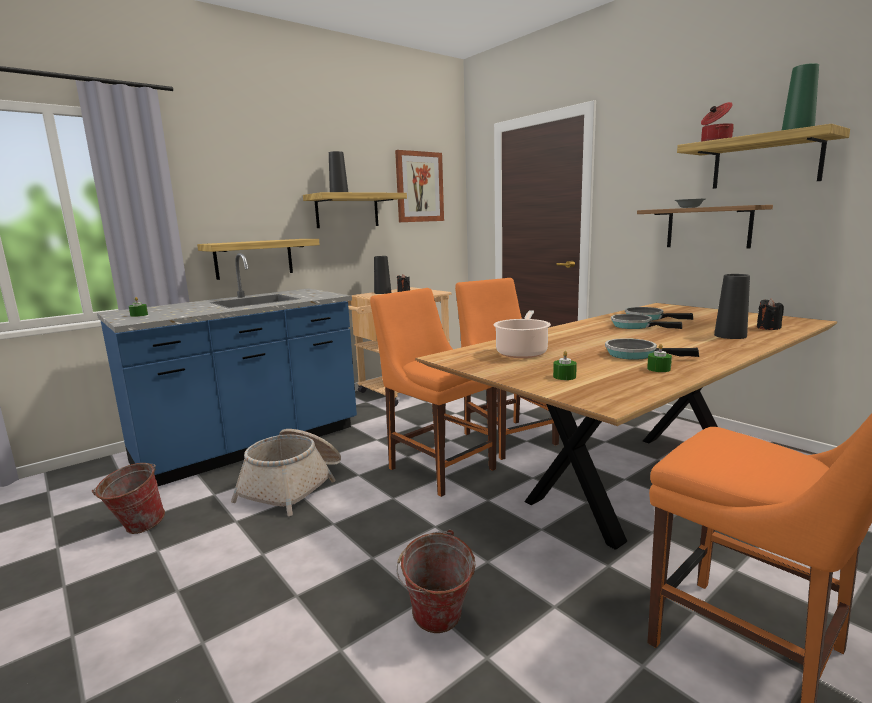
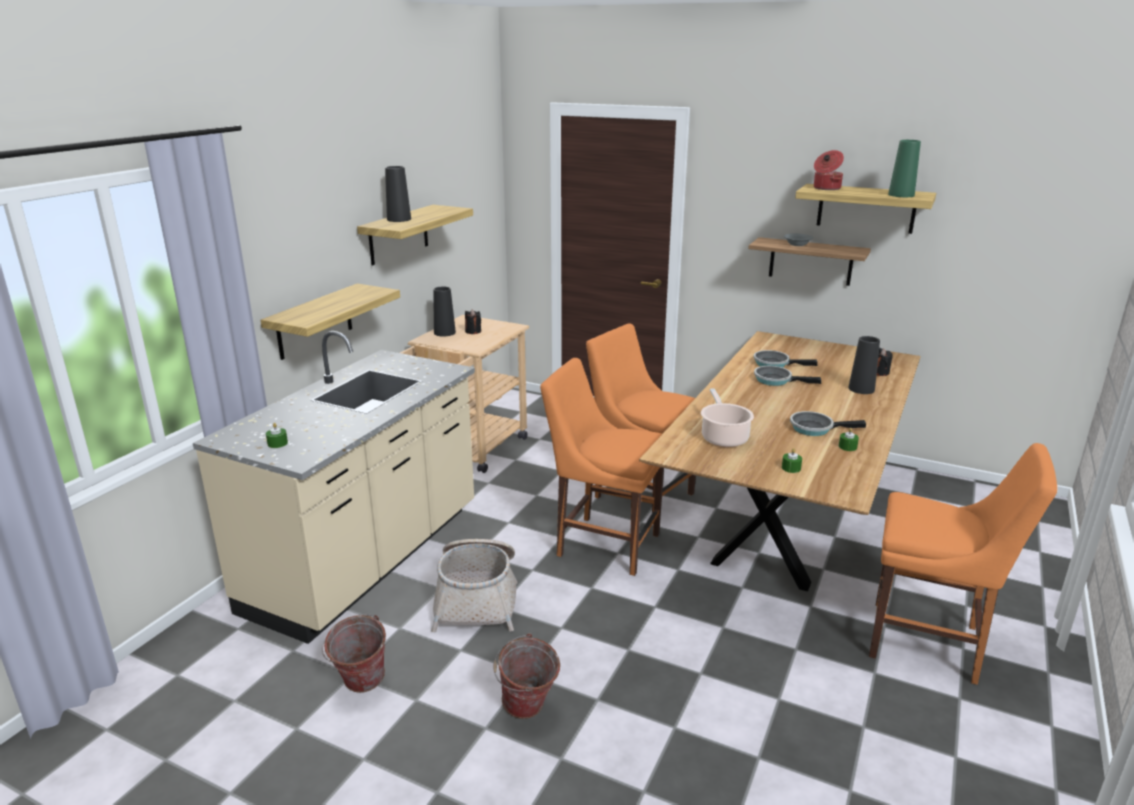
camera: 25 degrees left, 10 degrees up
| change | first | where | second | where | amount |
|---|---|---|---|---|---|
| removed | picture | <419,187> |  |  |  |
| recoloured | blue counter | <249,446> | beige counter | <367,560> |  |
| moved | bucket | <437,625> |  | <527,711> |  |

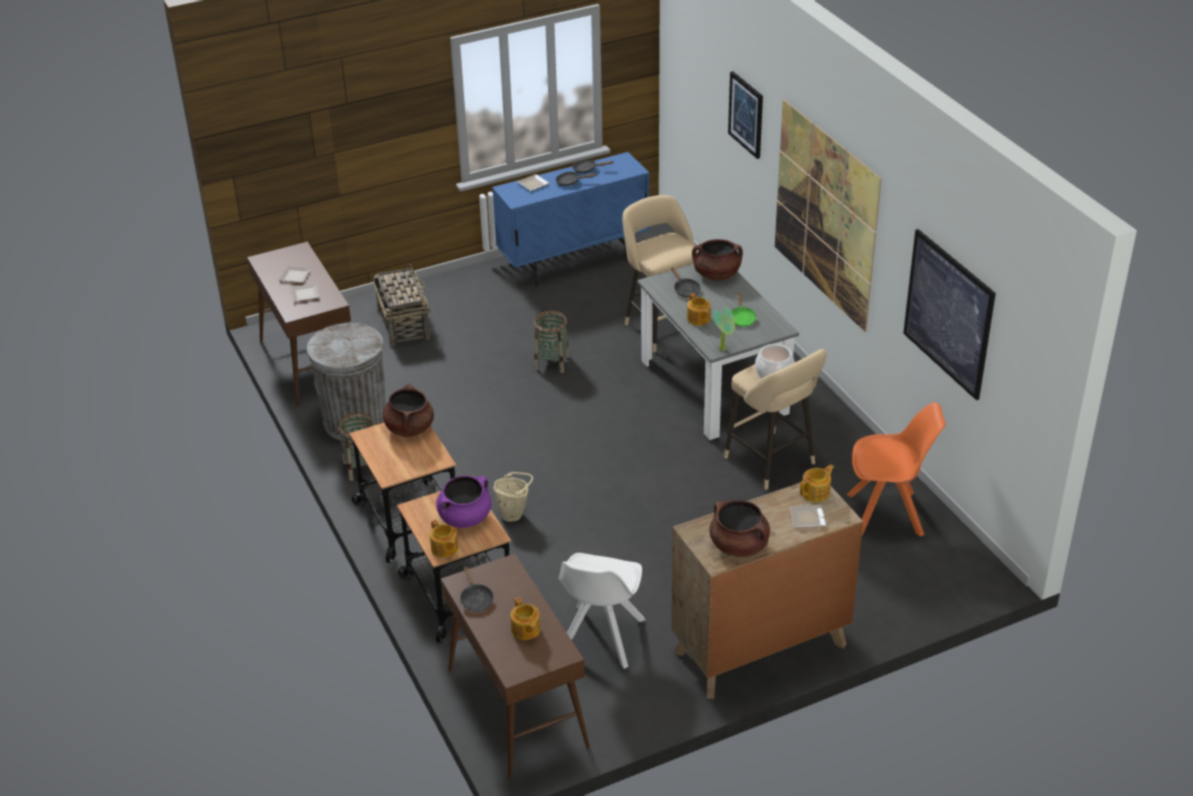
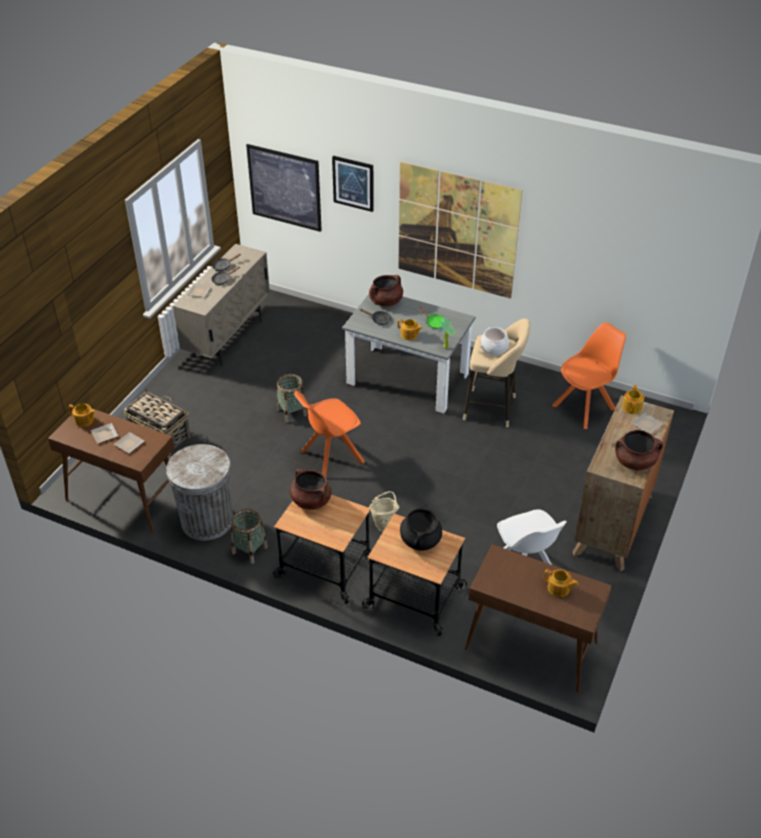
camera: 40 degrees left, 5 degrees up
| change | first | where | second | where | amount |
|---|---|---|---|---|---|
| recoloured | blue cabinet | <574,263> | beige cabinet | <228,339> |  |
| removed | beige stool | <662,326> |  |  |  |
| moved | picture | <948,313> |  | <284,187> |  |
| recoloured | purple cooking pot | <465,517> | black cooking pot | <420,540> |  |
| moved | teapot | <444,549> |  | <84,420> |  |
| removed | black frying pan | <475,599> |  |  |  |
| added |  |  | orange chair | <330,457> |  |

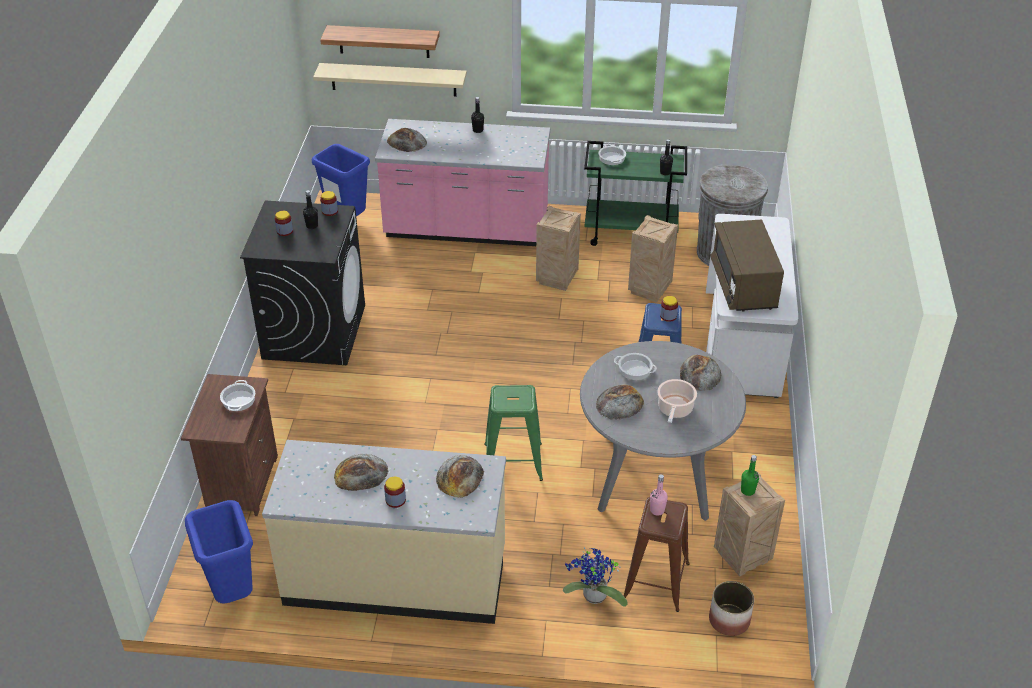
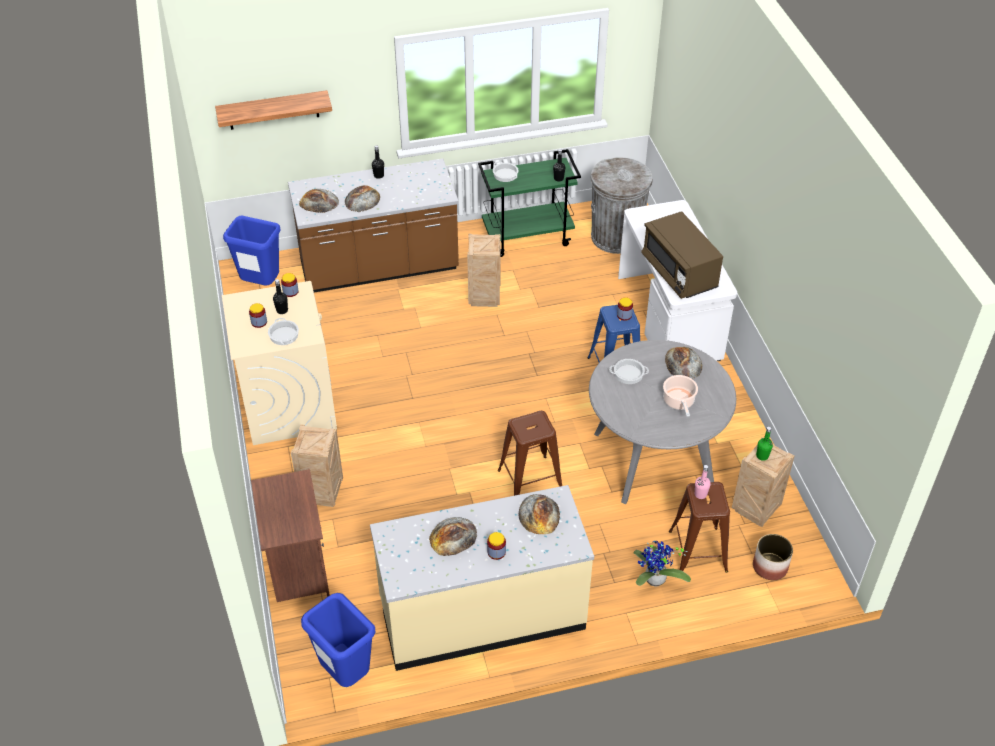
camera: 20 degrees left, 5 degrees up
| change | first | where | second | where | amount |
|---|---|---|---|---|---|
| removed | beige shelf | <393,79> |  |  |  |
| recoloured | pink counter | <466,230> | brown counter | <379,268> |  |
| recoloured | black washing machine | <314,331> | beige washing machine | <288,404> |  |
| moved | crate | <649,289> |  | <321,492> |  |
| moved | cooking pot | <238,400> |  | <283,335> |  |
| moved | bread | <619,403> |  | <362,199> |  |
| recoloured | green stool | <513,462> | brown stool | <530,480> |  |

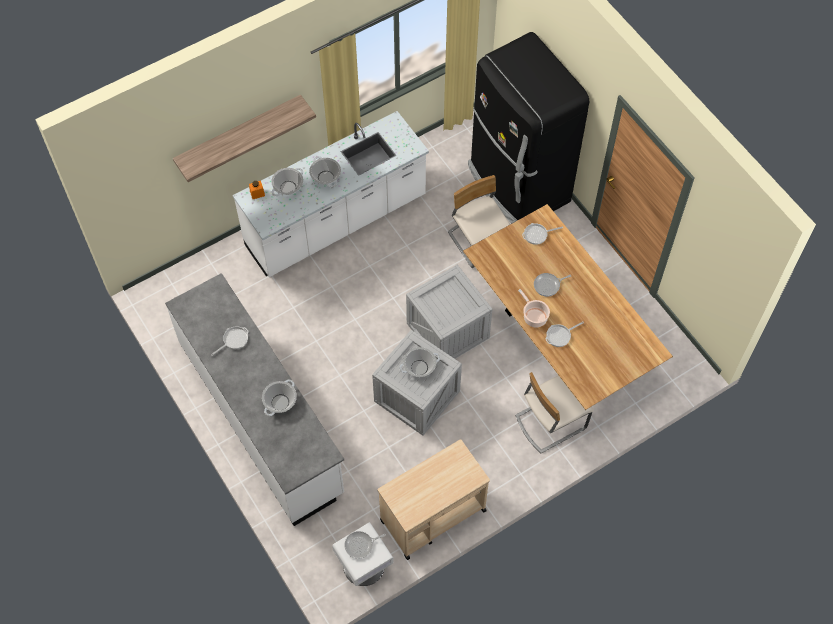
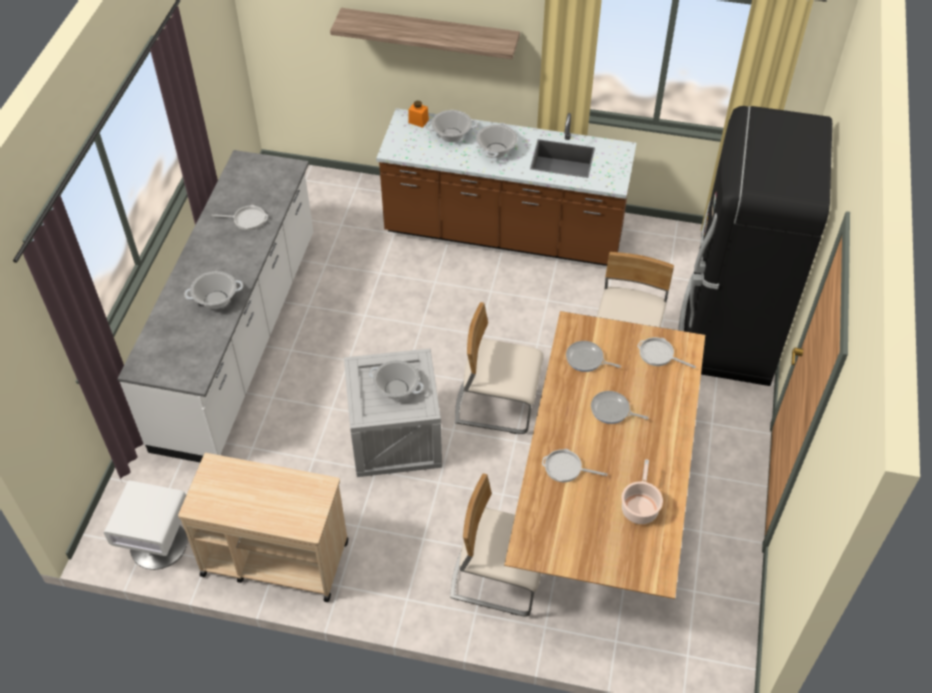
camera: 45 degrees right, 10 degrees down
| change | first | where | second | where | amount |
|---|---|---|---|---|---|
| recoloured | white counter | <336,223> | brown counter | <504,234> |  |
| replaced | crate | <447,330> | beige chair | <496,404> |  |
| moved | cooking pot | <534,316> |  | <639,507> |  |
| moved | frying pan | <360,545> |  | <586,359> |  |

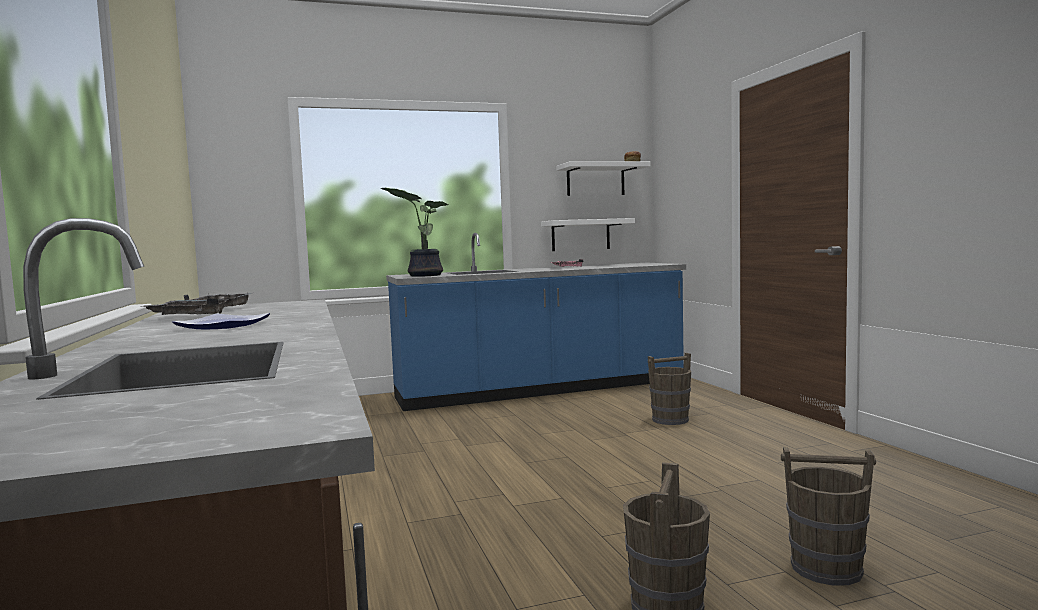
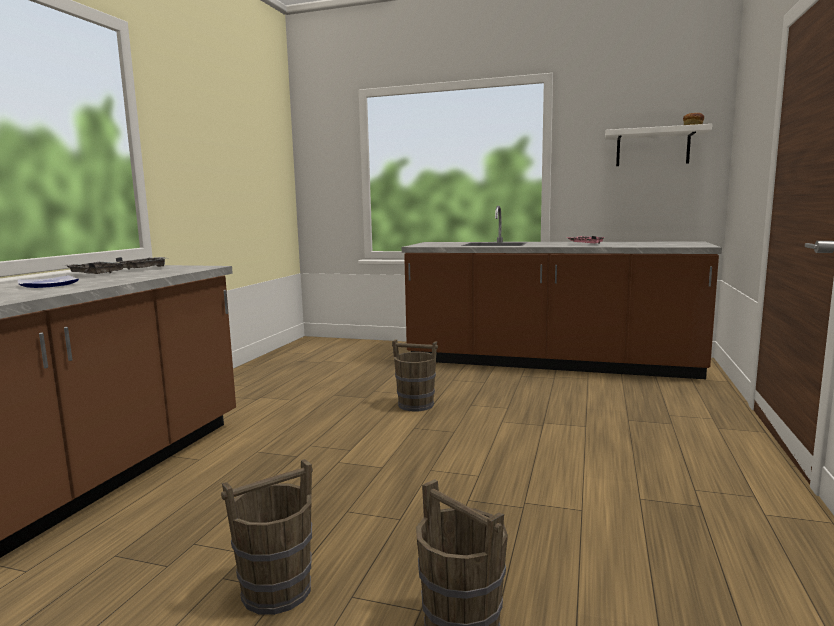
camera: 35 degrees right, 5 degrees up
| change | first | where | second | where | amount |
|---|---|---|---|---|---|
| removed | potted plant | <424,275> |  |  |  |
| removed | white shelf | <580,235> |  |  |  |
| recoloured | blue counter | <541,390> | brown counter | <549,363> |  |
| moved | brown bucket | <670,420> |  | <416,405> |  |

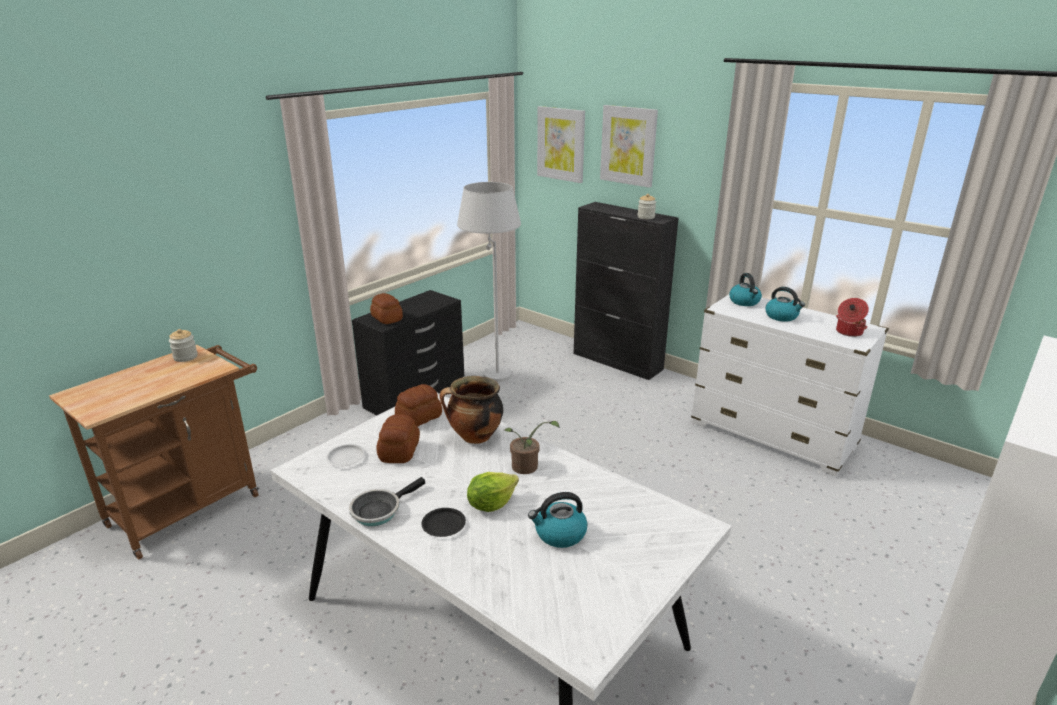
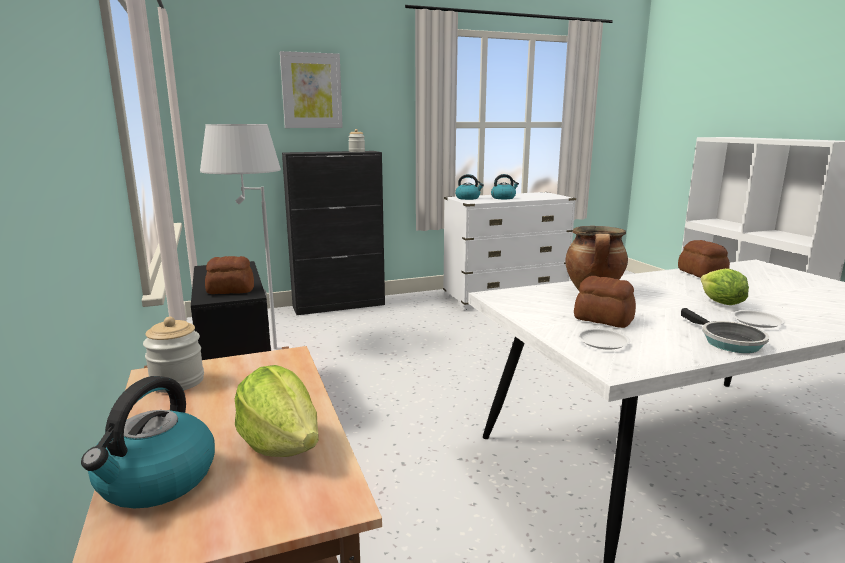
camera: 60 degrees left, 10 degrees down
| change | first | where | second | where | amount |
|---|---|---|---|---|---|
| removed | picture | <561,144> |  |  |  |
| removed | cooking pot | <848,332> |  |  |  |
| moved | bread | <419,418> |  | <702,274> |  |
| removed | potted plant | <527,468> |  |  |  |
| moved | kettle | <559,534> |  | <156,481> |  |
| recoloured | black plate | <444,525> | white plate | <757,322> |  |
| added |  |  | lettuce | <281,443> |  |

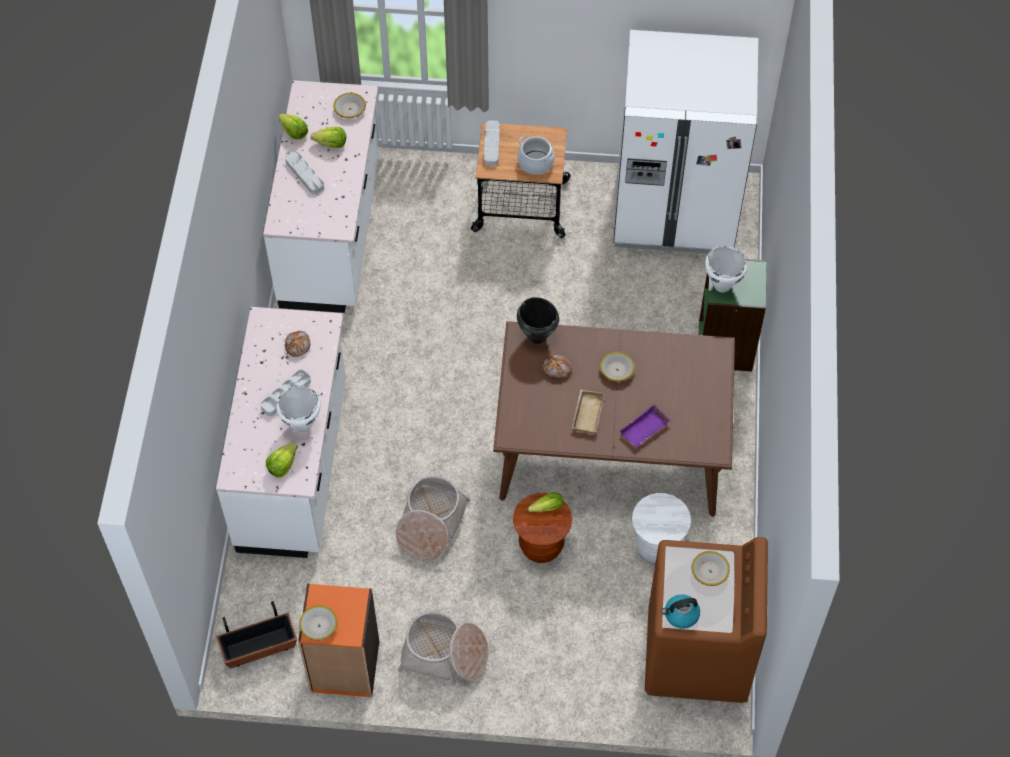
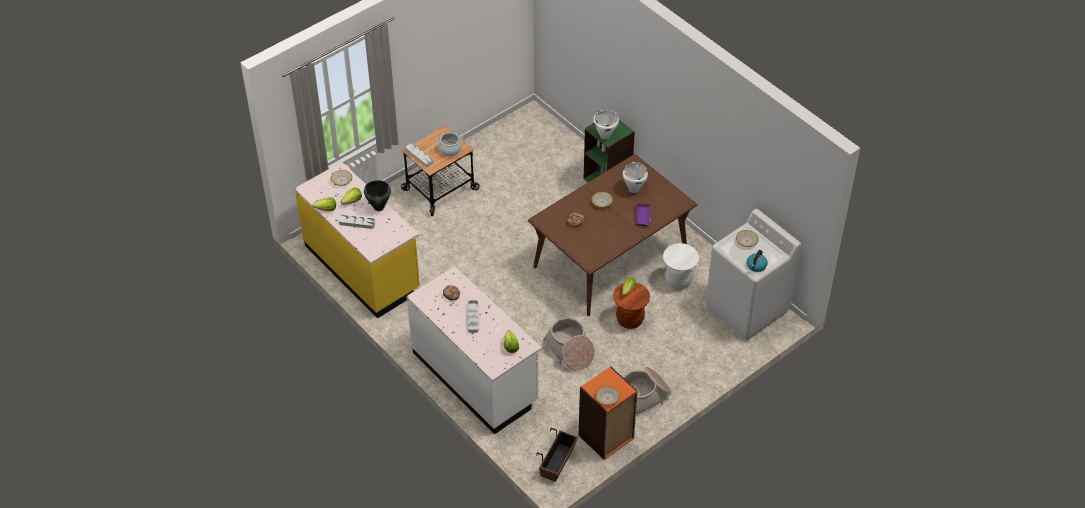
camera: 45 degrees left, 10 degrees down
| change | first | where | second | where | amount |
|---|---|---|---|---|---|
| removed | white fridge | <674,212> |  |  |  |
| recoloured | white counter | <332,235> | yellow counter | <363,267> |  |
| moved | black cooking pot | <537,336> |  | <378,207> |  |
| moved | white cooking pot | <301,425> |  | <634,189> |  |
| removed | beige tray | <586,413> |  |  |  |
| recoloured | brown washing machine | <697,655> | white washing machine | <747,309> |  |

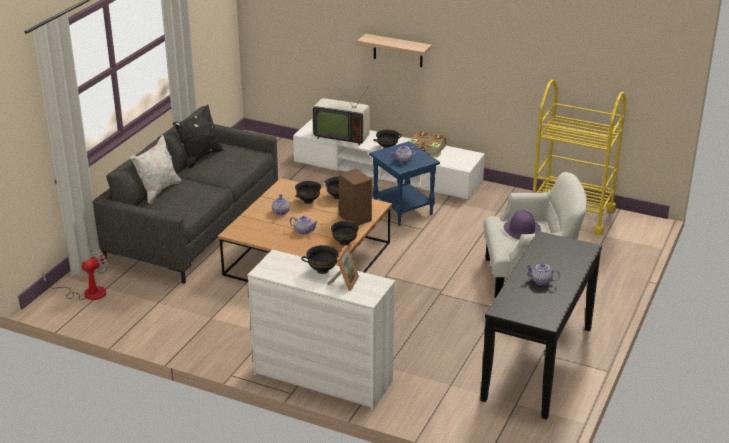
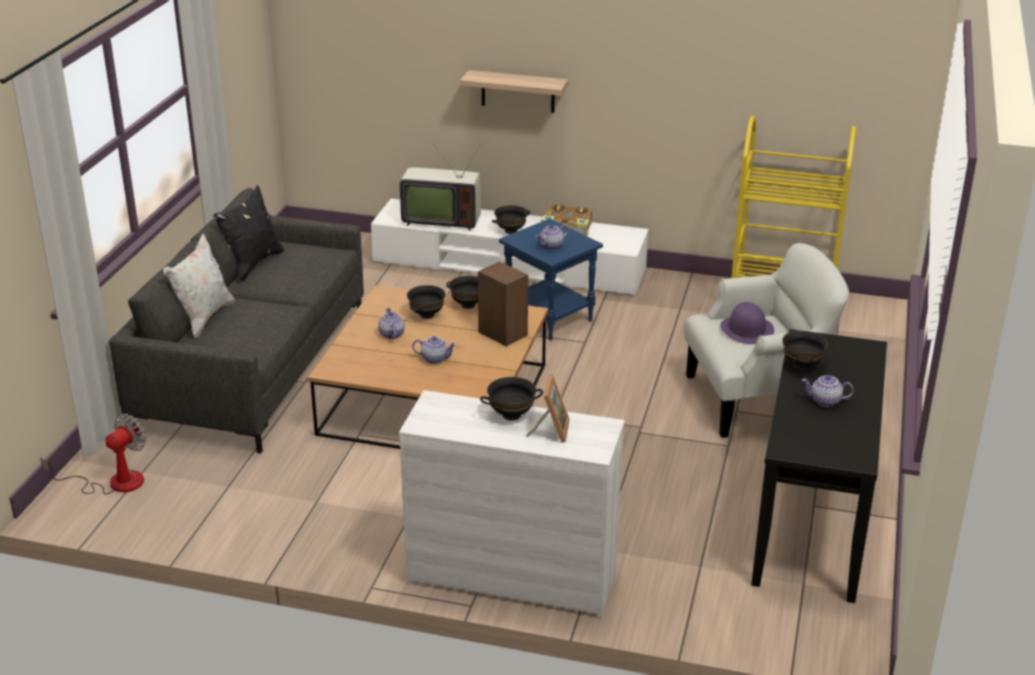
camera: 10 degrees left, 0 degrees up
| change | first | where | second | where | amount |
|---|---|---|---|---|---|
| moved | black bowl | <345,242> |  | <802,366> |  |

